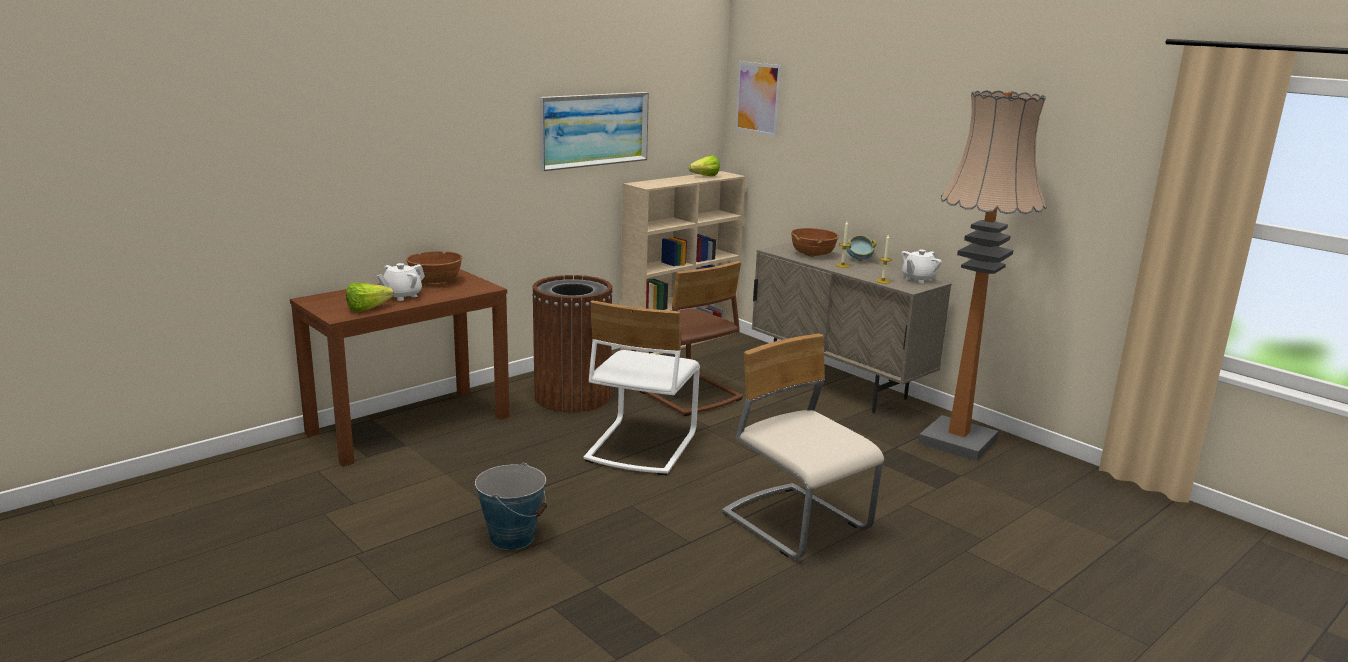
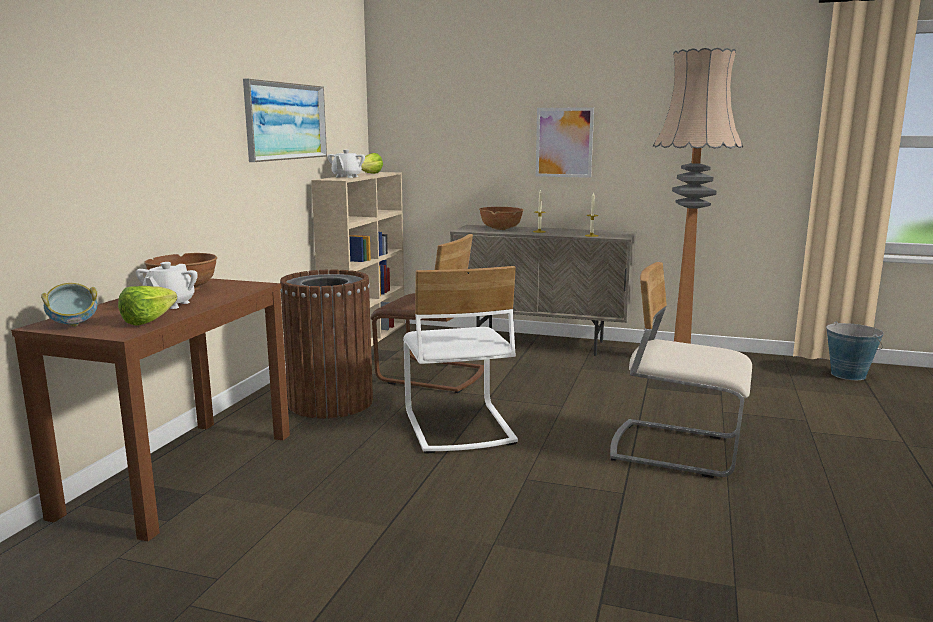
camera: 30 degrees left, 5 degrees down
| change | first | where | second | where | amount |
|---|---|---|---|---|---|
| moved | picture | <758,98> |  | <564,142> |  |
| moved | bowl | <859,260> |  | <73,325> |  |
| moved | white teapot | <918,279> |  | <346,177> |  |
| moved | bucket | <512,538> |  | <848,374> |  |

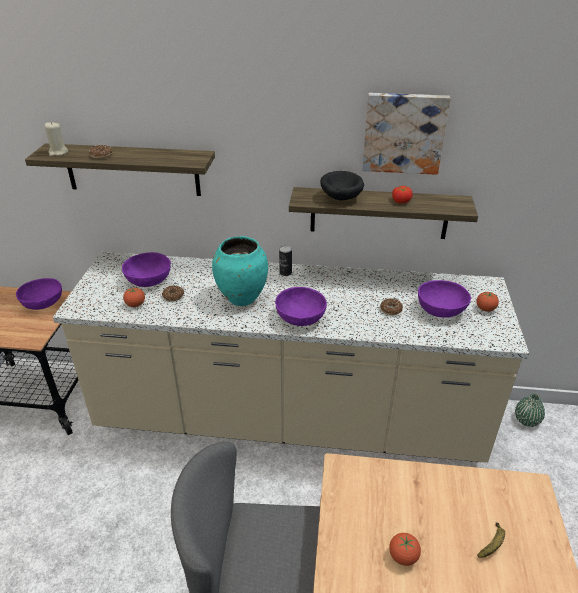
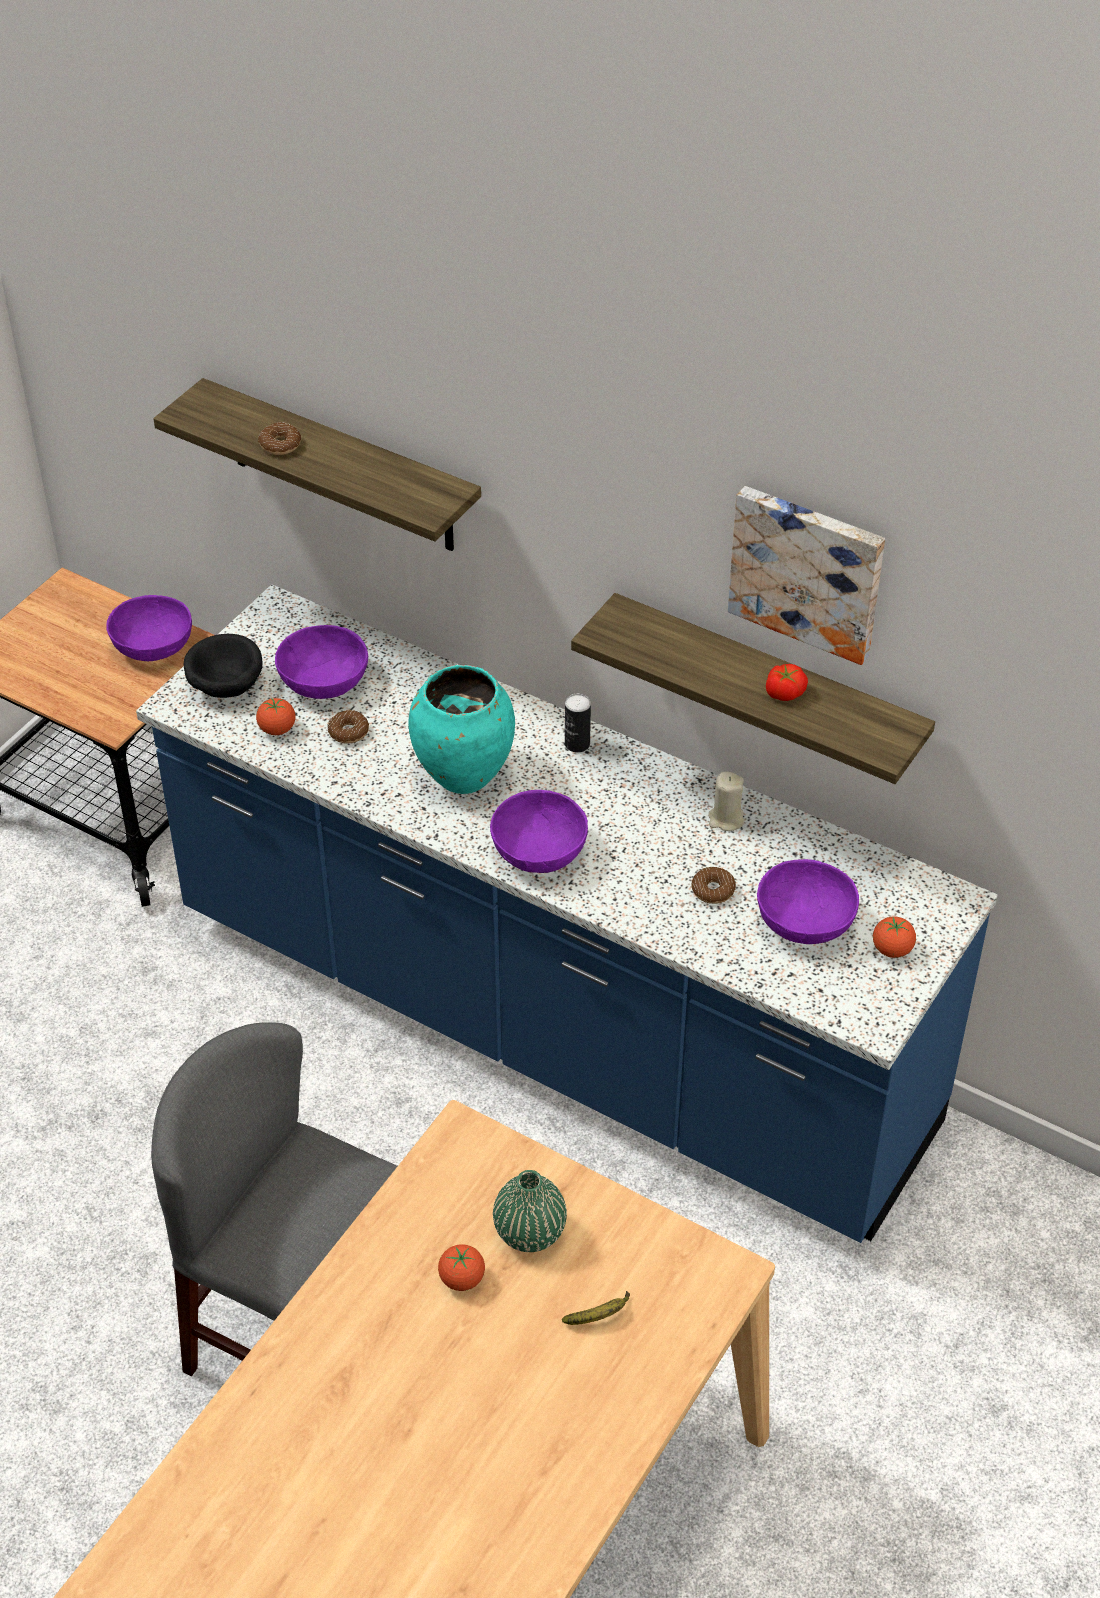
camera: 25 degrees right, 10 degrees up
| change | first | where | second | where | amount |
|---|---|---|---|---|---|
| moved | beige candle | <58,152> |  | <726,819> |  |
| moved | black bowl | <340,198> |  | <225,686> |  |
| recoloured | beige counter | <289,421> | blue counter | <549,1025> |  |
| moved | green vase | <526,420> |  | <529,1232> |  |

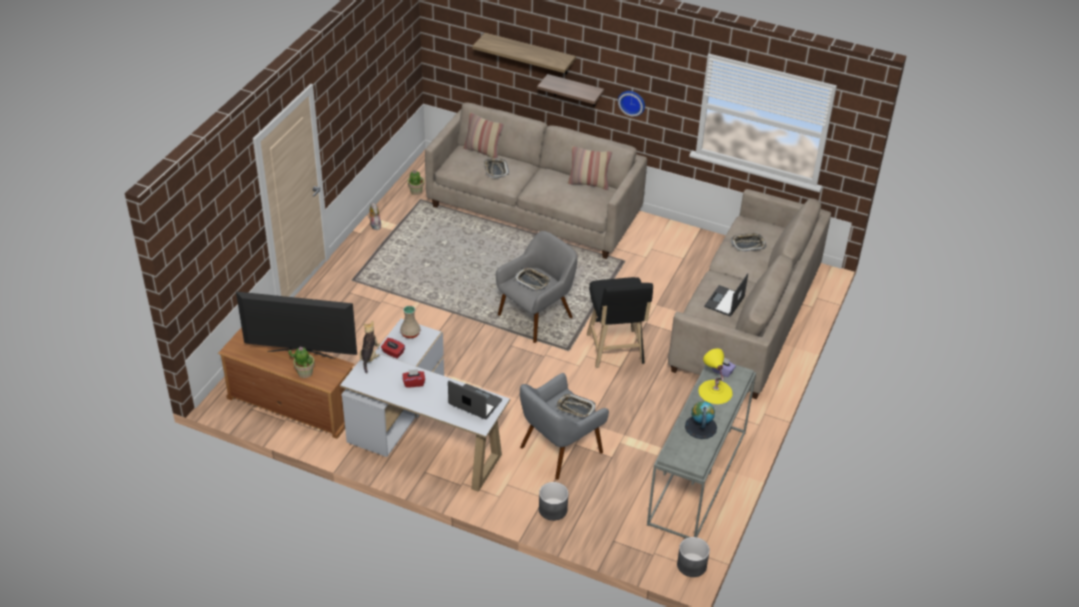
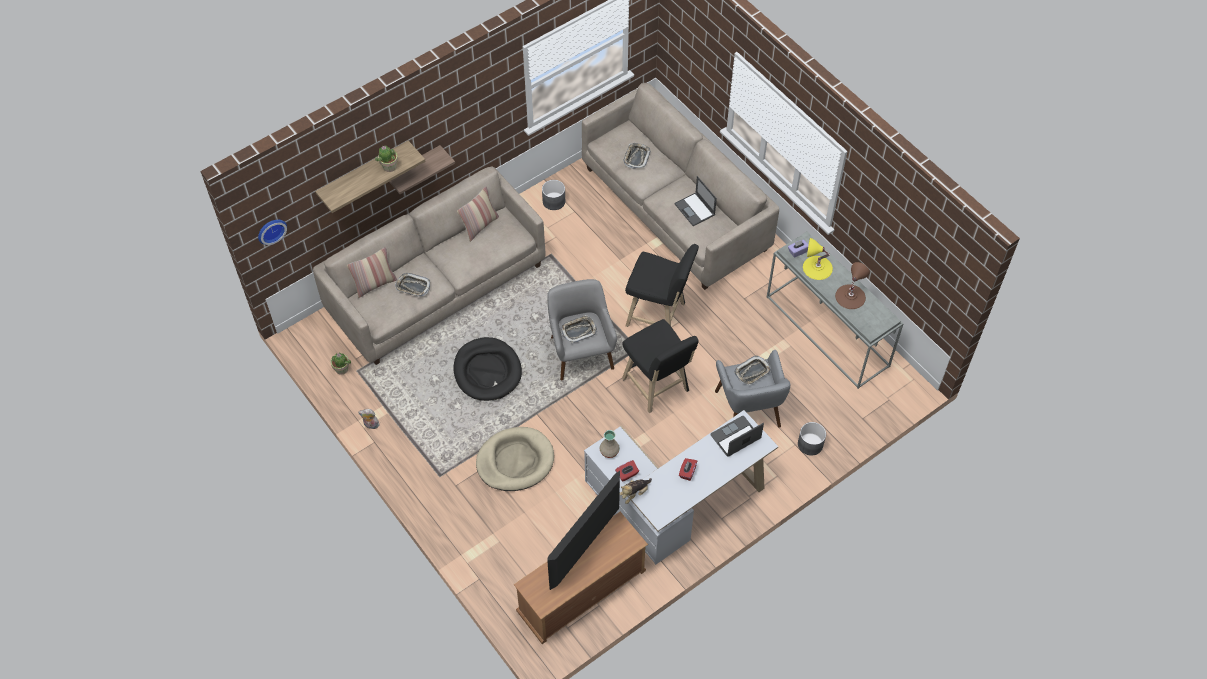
camera: 60 degrees left, 15 degrees up
| change | first | where | second | where | amount |
|---|---|---|---|---|---|
| moved | wall clock | <632,102> |  | <271,230> |  |
| turned | plush toy | <369,357> |  | <635,493> | 75 degrees counterclockwise |
| moved | potted plant | <305,372> |  | <389,166> |  |
| replaced | globe | <700,427> | brown table lamp | <850,296> |  |
| moved | grey planter | <692,565> |  | <554,201> |  |
| added |  |  | black stool | <657,387> |  |
| added |  |  | black dog bed | <487,371> |  |
| added |  |  | beige dog bed | <515,461> |  |

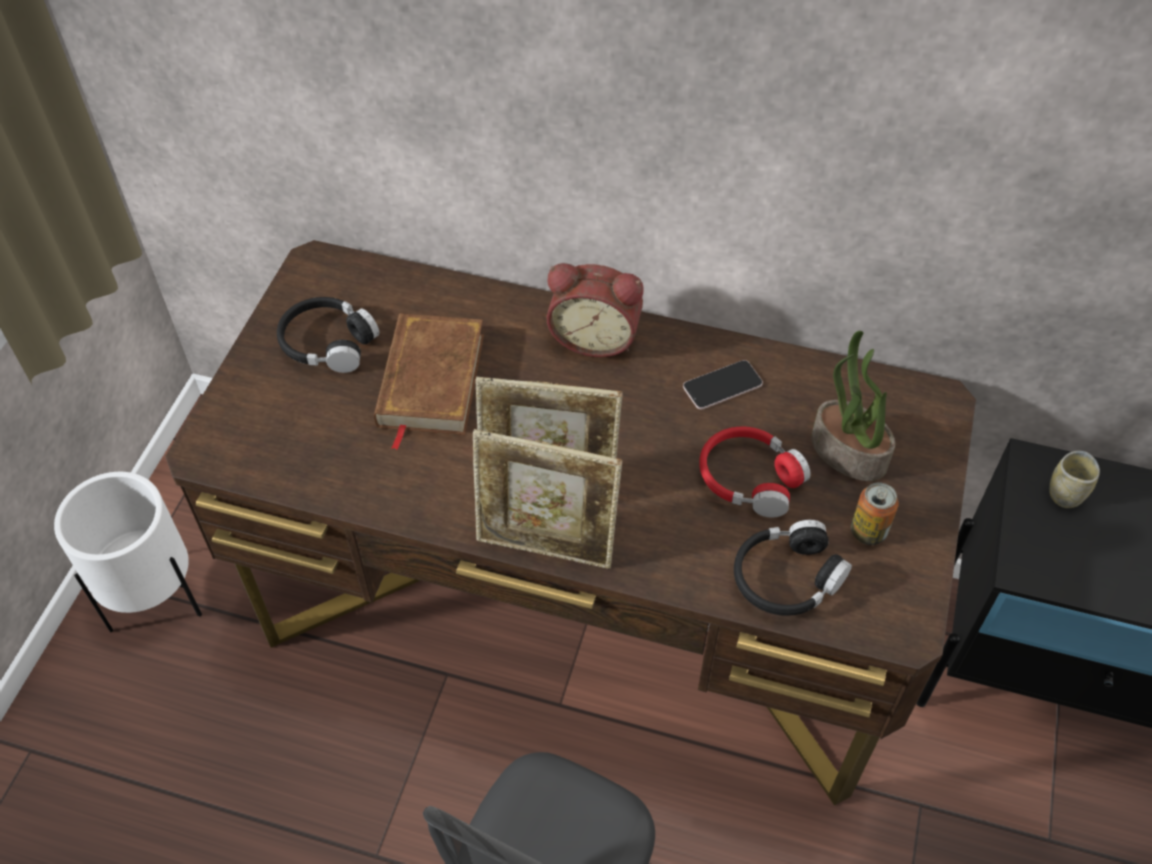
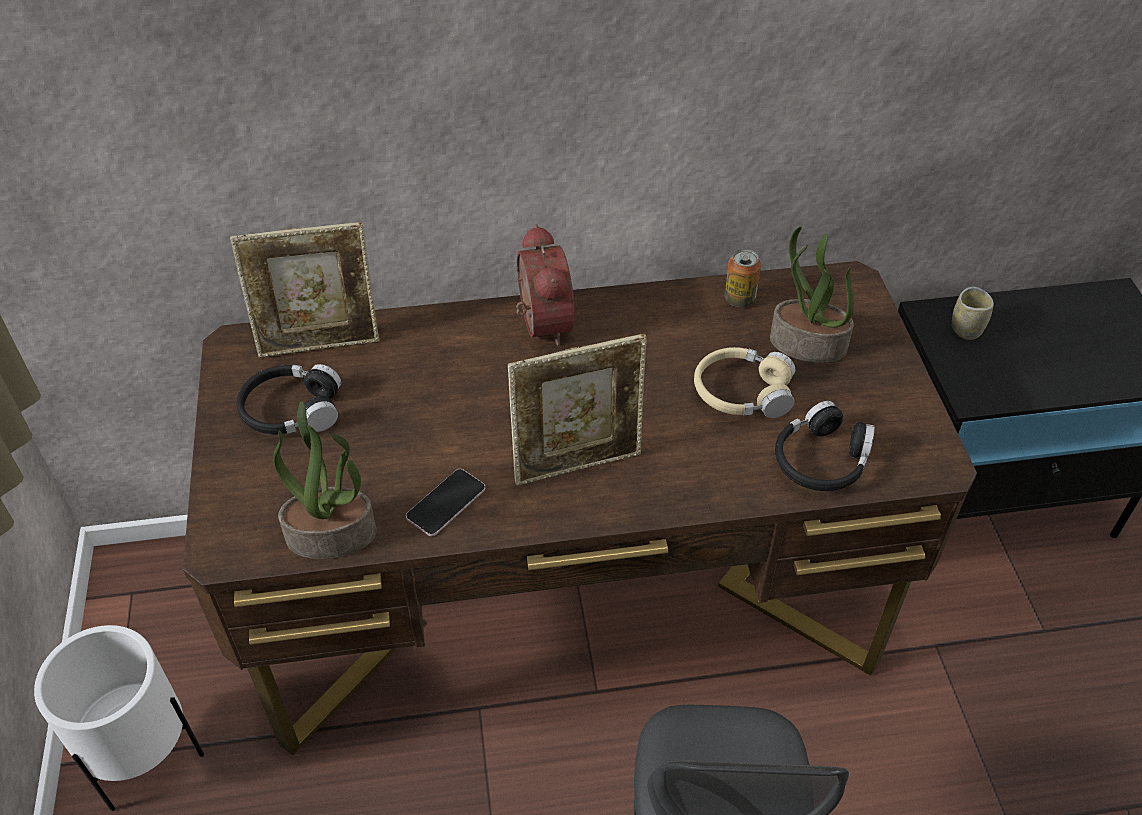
camera: 25 degrees left, 5 degrees down
| change | first | where | second | where | amount |
|---|---|---|---|---|---|
| turned | alarm clock | <595,337> |  | <540,323> | 90 degrees counterclockwise |
| removed | brown book | <430,381> |  |  |  |
| moved | phone | <722,385> |  | <446,503> |  |
| recoloured | red headphones | <749,479> | beige headphones | <742,393> |  |
| moved | picture frame | <546,548> |  | <320,344> |  |
| moved | can | <868,531> |  | <739,299> |  |
| added |  |  | potted plant | <332,534> |  |

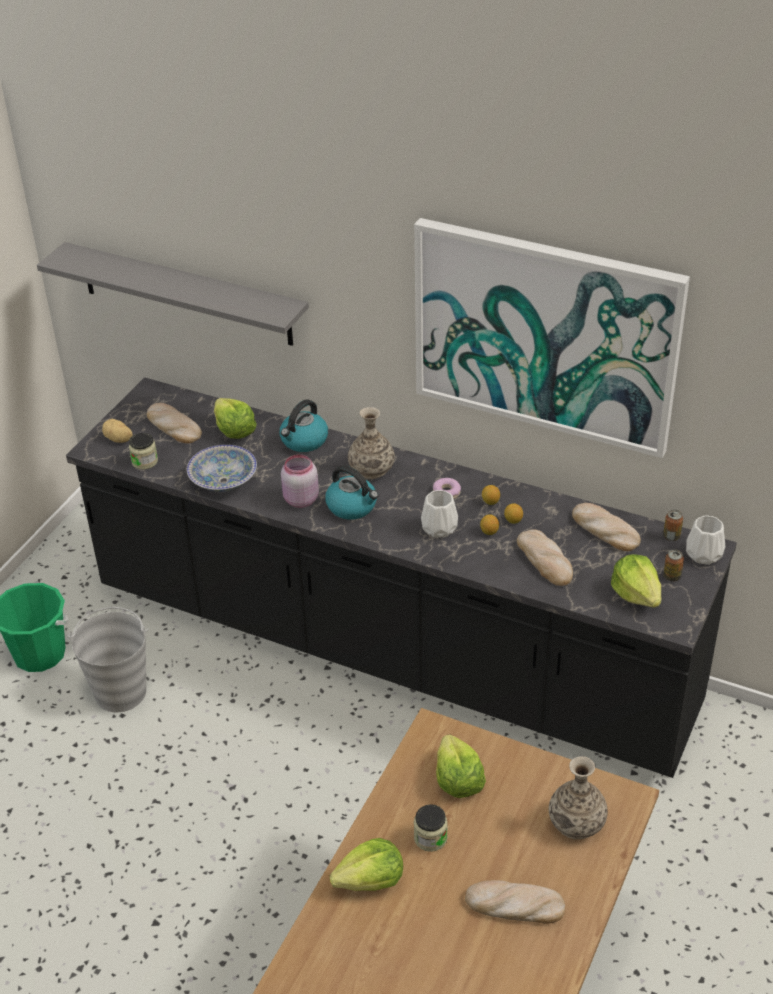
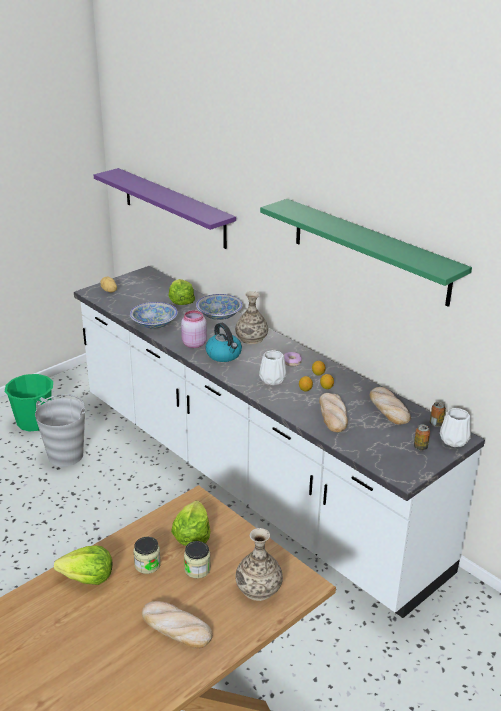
camera: 20 degrees right, 10 degrees down
| change | first | where | second | where | amount |
|---|---|---|---|---|---|
| replaced | picture | <545,335> | green shelf | <369,251> |  |
| recoloured | grey shelf | <185,294> | purple shelf | <174,208> |  |
| recoloured | black counter | <391,648> | white counter | <248,478> |  |
| replaced | kettle | <304,441> | bowl | <219,315> |  |
| removed | bread | <173,426> |  |  |  |
| moved | jar | <144,461> |  | <197,569> |  |
| removed | lettuce | <636,594> |  |  |  |

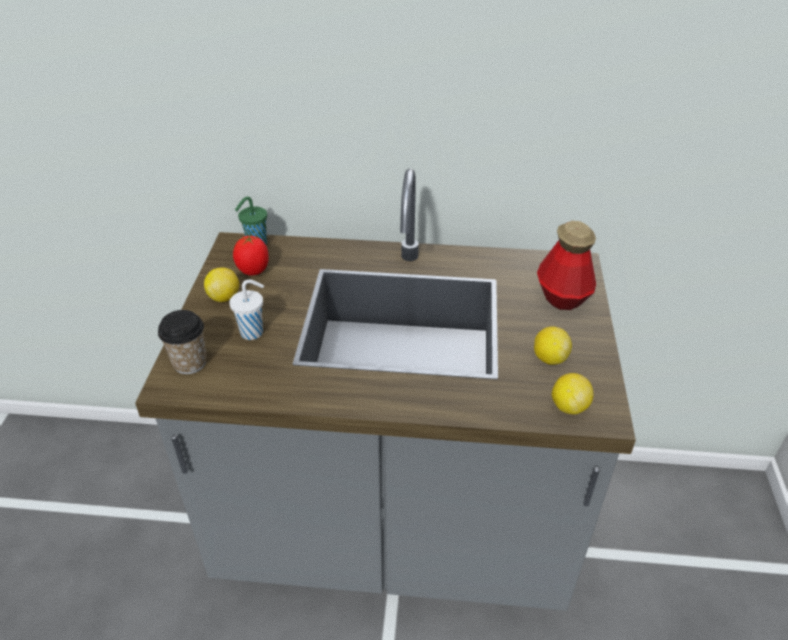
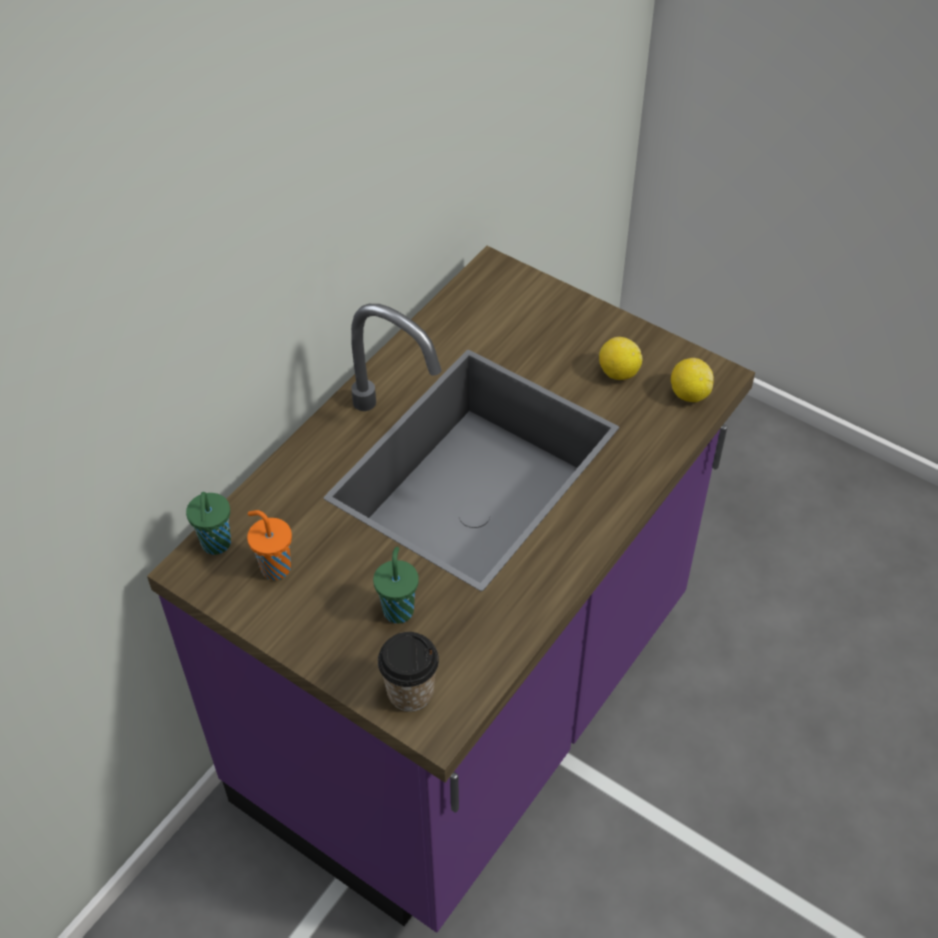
camera: 60 degrees left, 10 degrees up
| change | first | where | second | where | amount |
|---|---|---|---|---|---|
| recoloured | grey counter | <394,530> | purple counter | <470,707> |  |
| removed | bottle | <562,297> |  |  |  |
| replaced | tomato | <254,271> | orange cup | <274,567> |  |
| removed | lemon | <224,297> |  |  |  |
| recoloured | white cup | <253,332> | green cup | <398,609> |  |

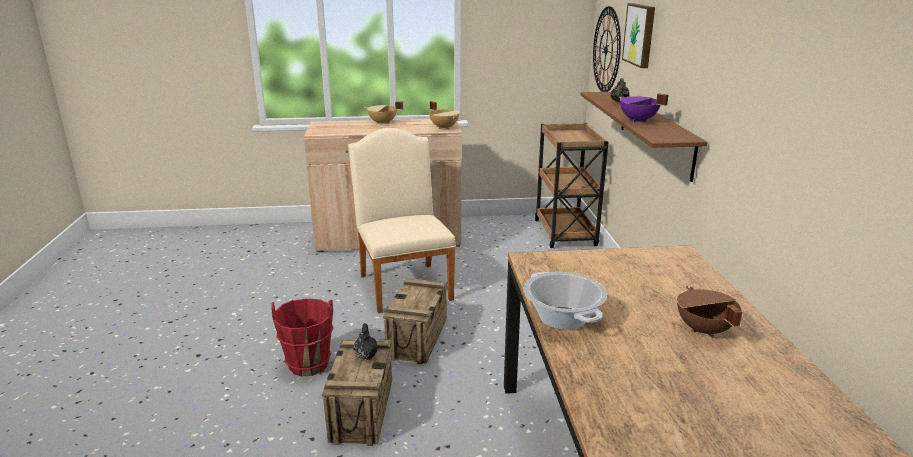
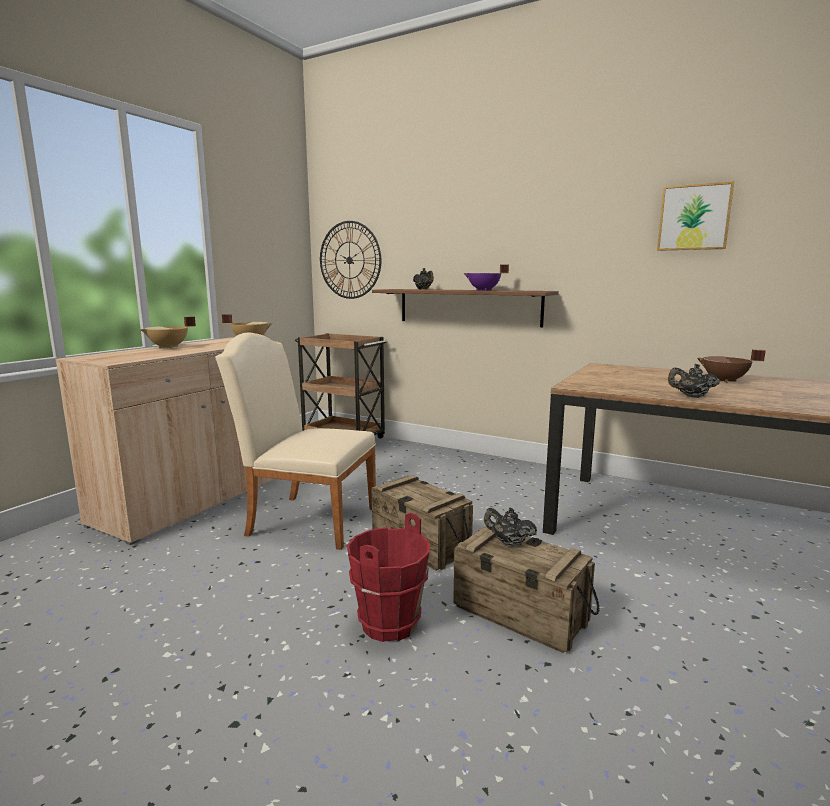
camera: 55 degrees left, 10 degrees down
| change | first | where | second | where | amount |
|---|---|---|---|---|---|
| moved | picture | <640,34> |  | <694,217> |  |
| replaced | cooking pot | <562,318> | black teapot | <691,396> |  |

